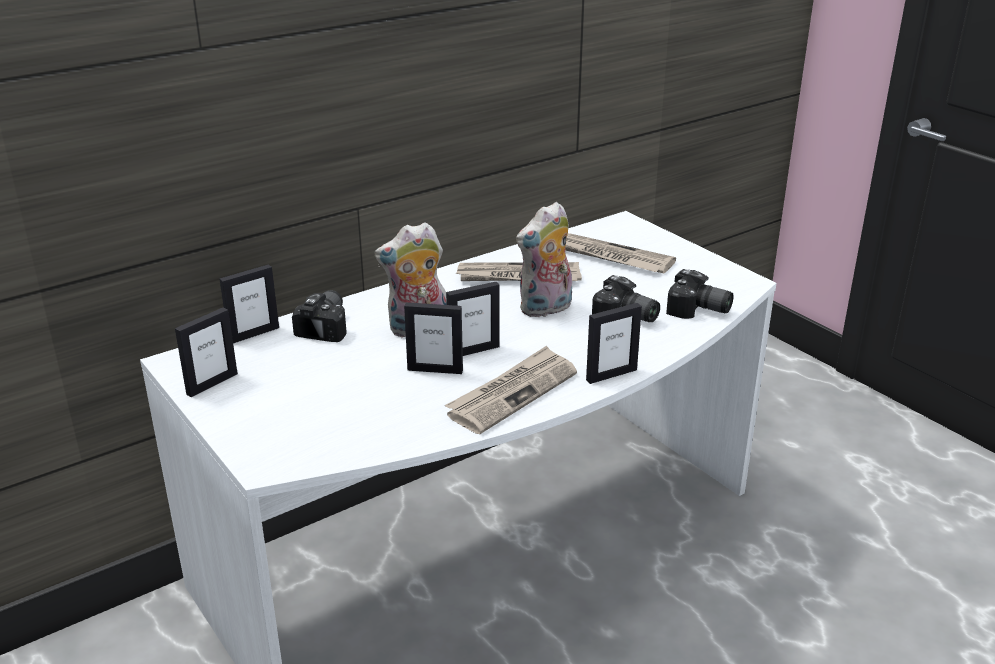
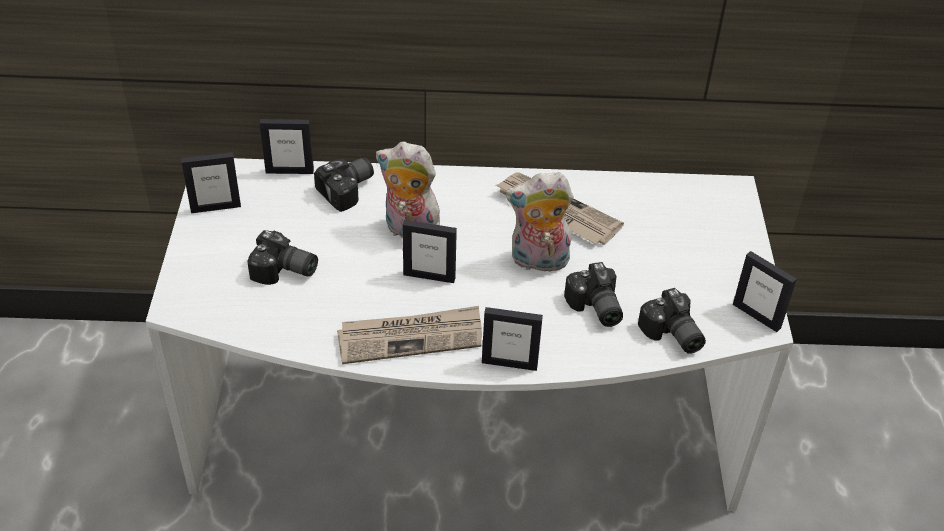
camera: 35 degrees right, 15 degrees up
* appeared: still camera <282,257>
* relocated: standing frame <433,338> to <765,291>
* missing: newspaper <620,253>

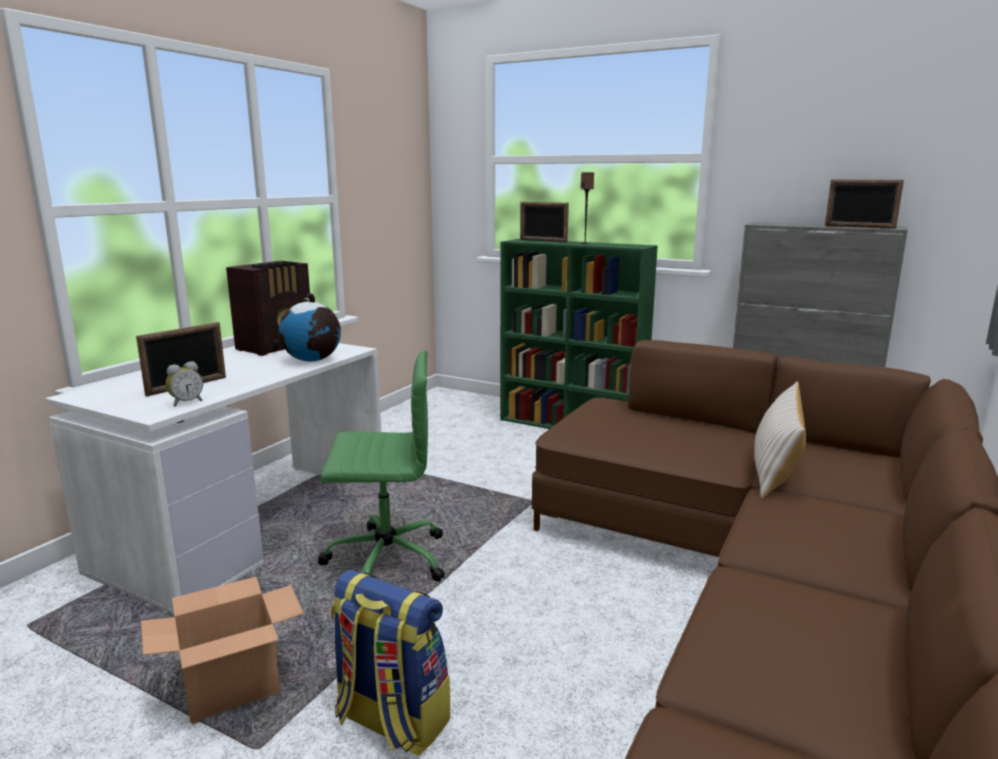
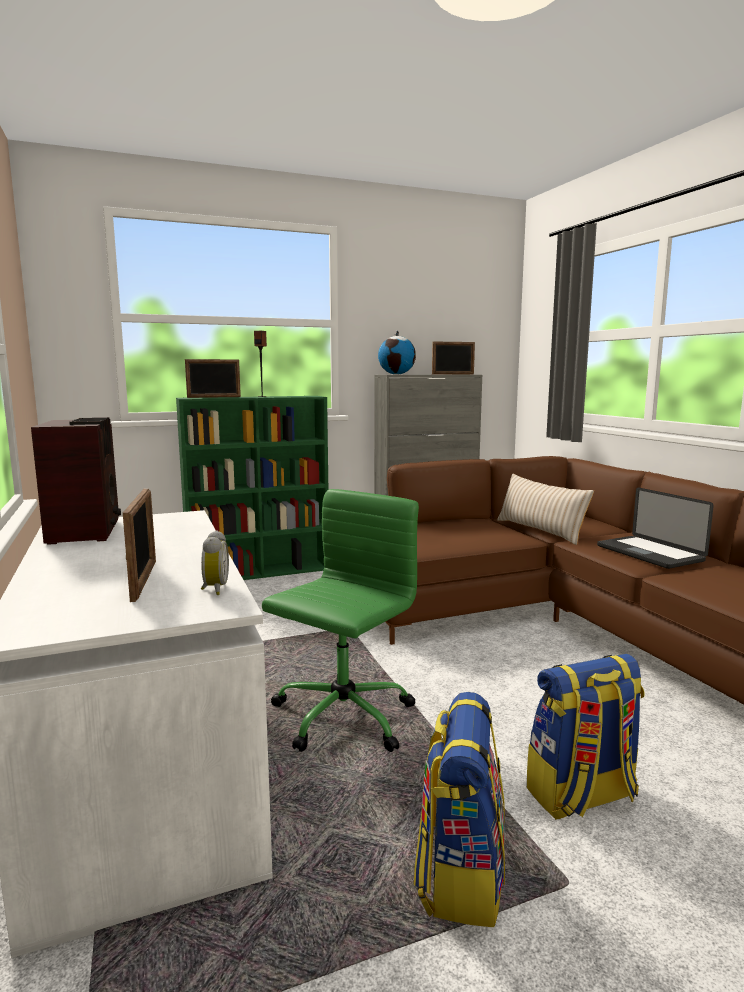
camera: 50 degrees left, 5 degrees down
* relocated: globe <310,327> to <397,353>
* exchanged: packing box <222,650> to knapsack <459,809>
* appeared: laptop <655,528>

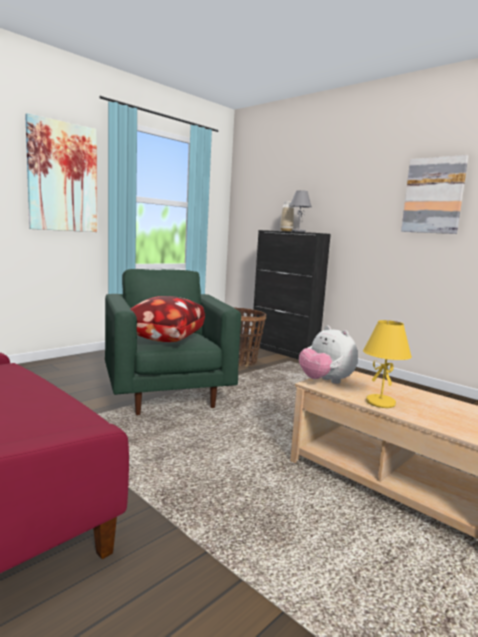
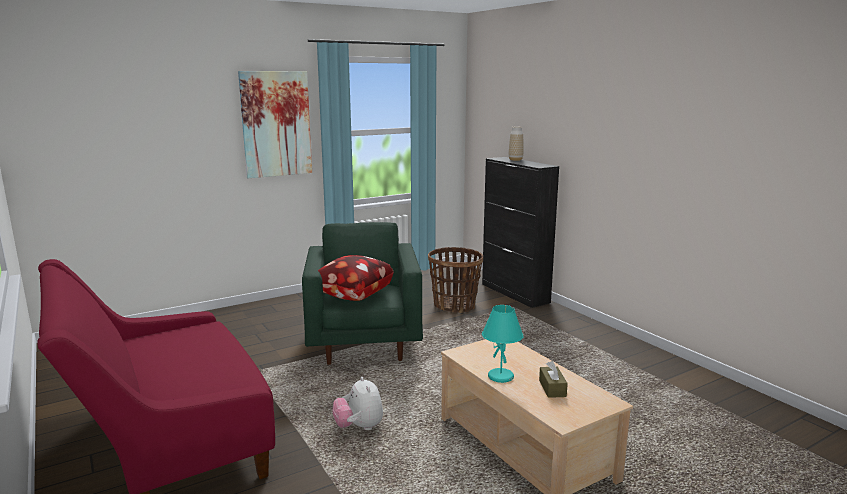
camera: 15 degrees right, 5 degrees up
* relocated: soft toy <328,355> to <357,403>
* colour: table lamp/yellow-coloured <387,364> to table lamp/turquoise <502,344>
* appeared: tissue box/brown <553,379>
* missing: table lamp/grey <301,211>
* missing: wall art <434,194>

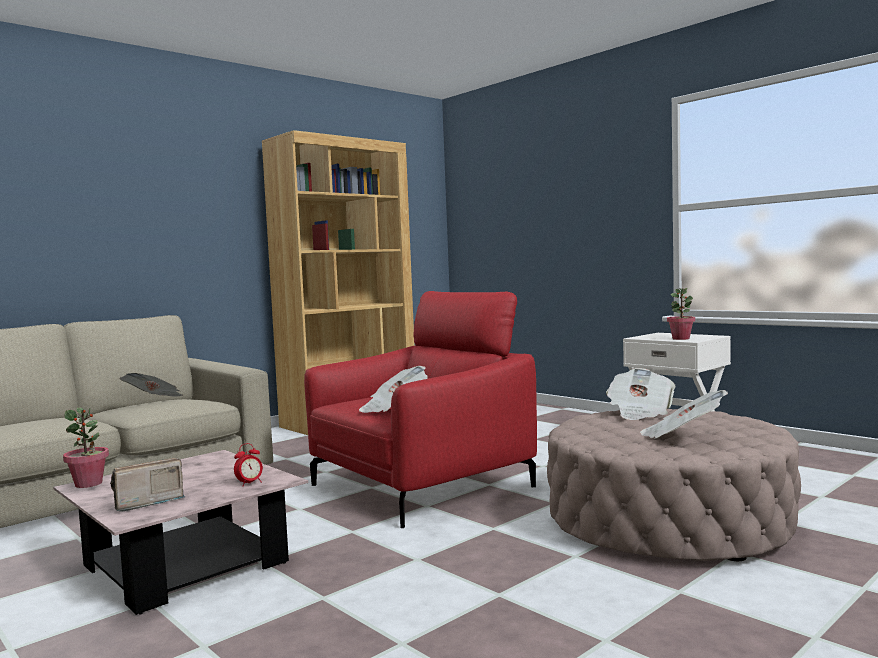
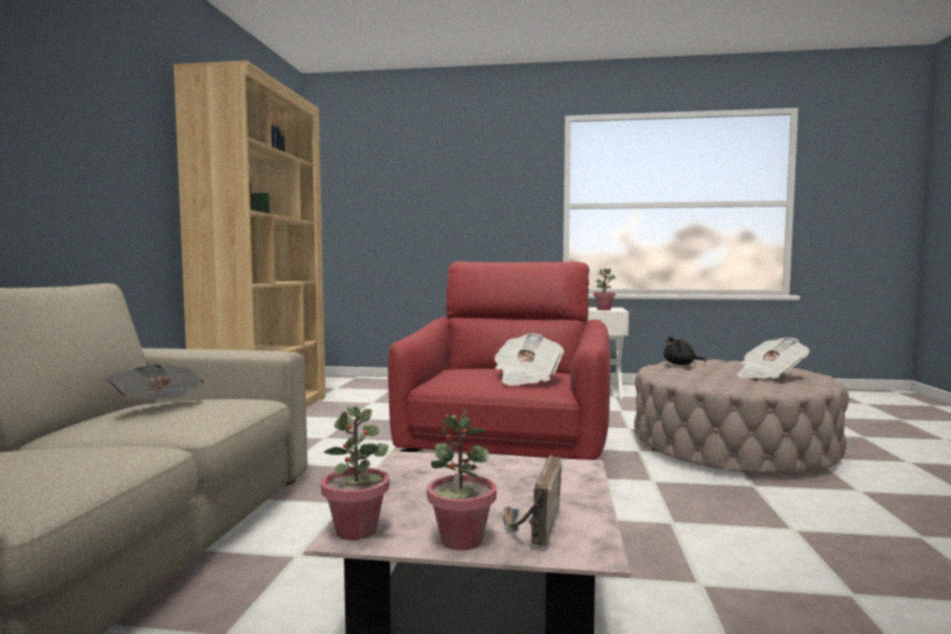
camera: 40 degrees left, 0 degrees up
* appeared: potted plant <461,479>
* exchanged: newspaper <641,394> to soft toy/blackish <685,351>
* missing: alarm clock <248,464>

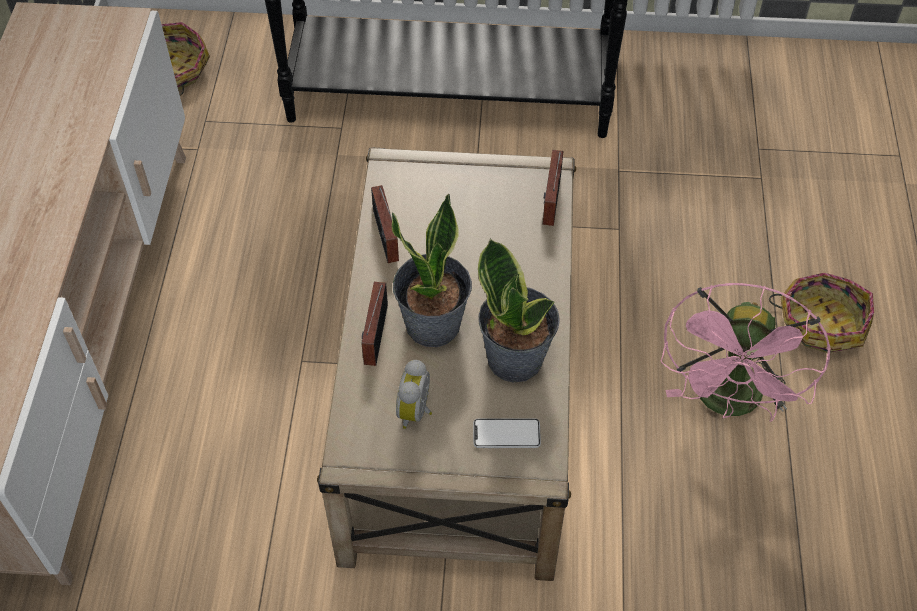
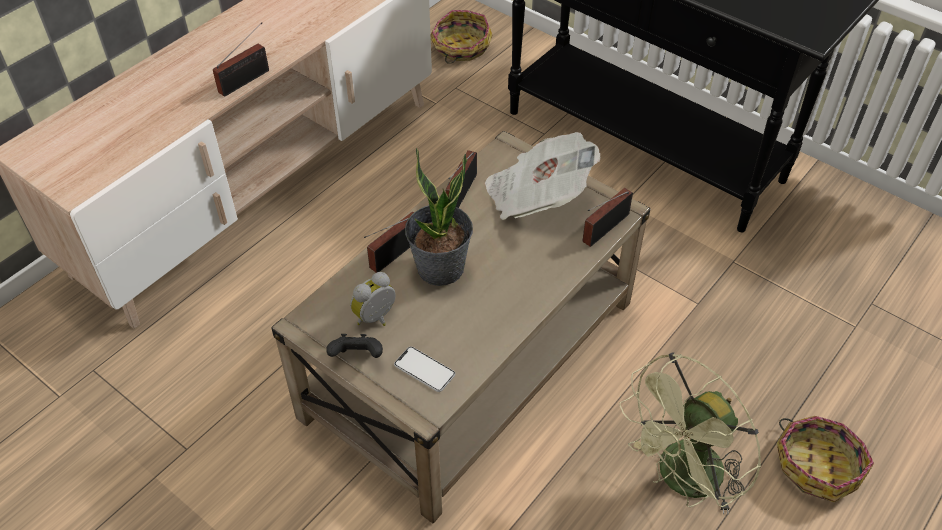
camera: 35 degrees right, 5 degrees down
* appeared: radio receiver <241,59>
* appeared: joypad/blackish <354,346>
* appeared: newspaper <542,176>
* colour: fan/pinkish <746,352> to fan/greenish <690,433>
* missing: potted plant <519,310>

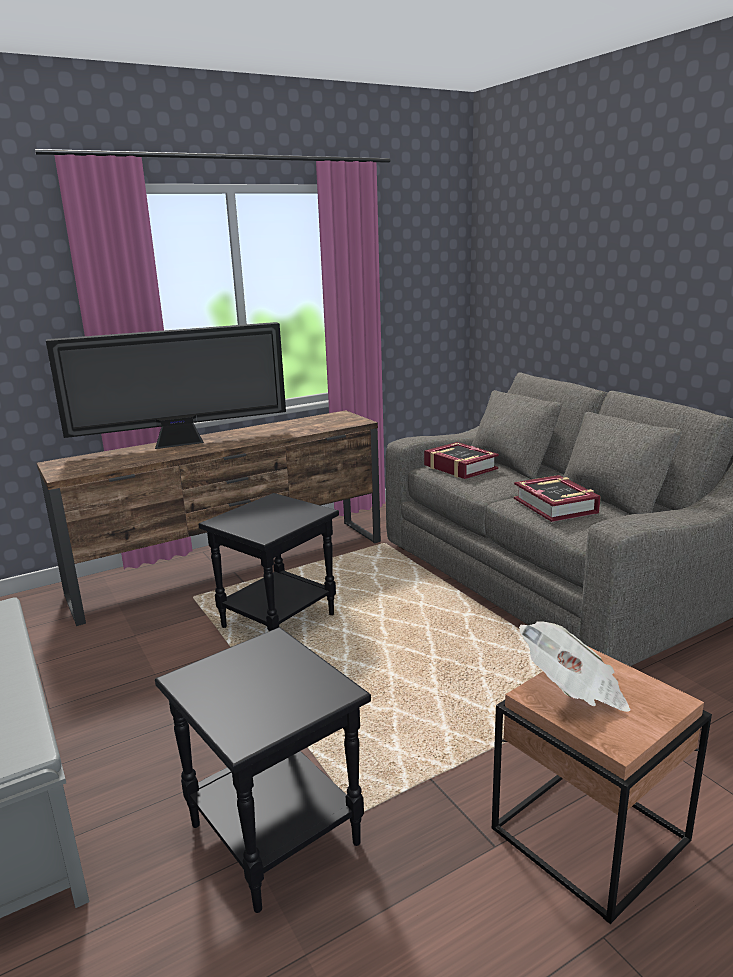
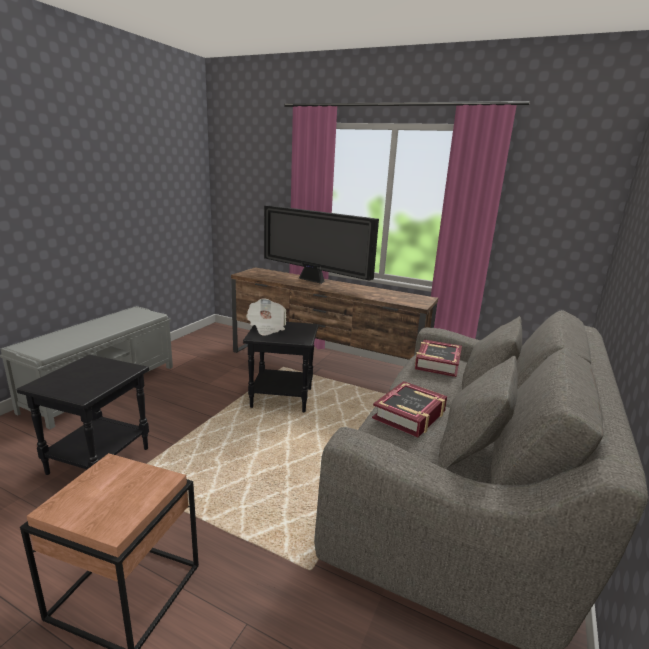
camera: 55 degrees right, 0 degrees up
* relocated: newspaper <575,666> to <266,317>

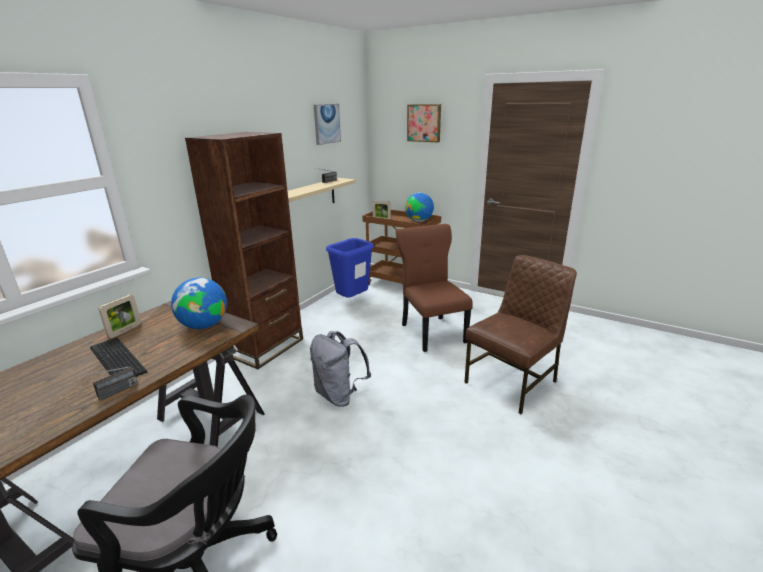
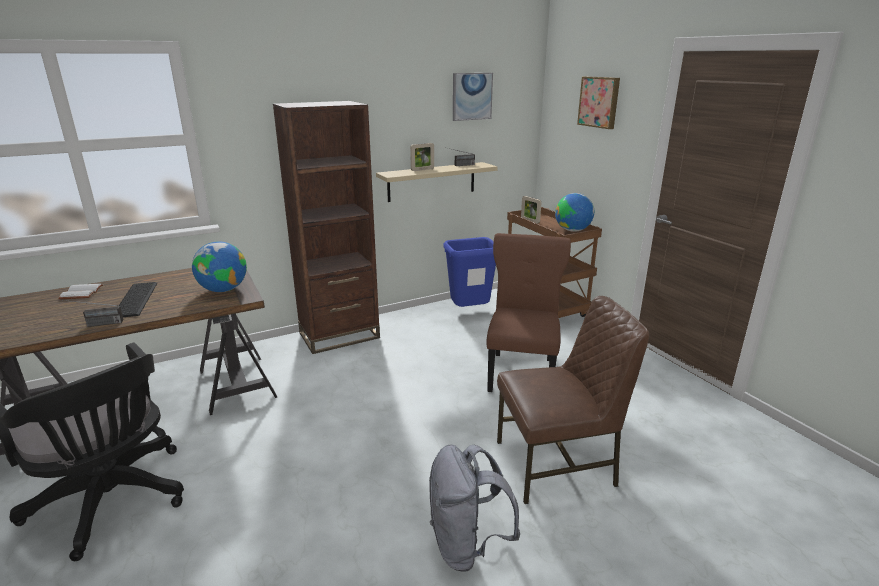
camera: 30 degrees right, 0 degrees up
* appeared: volume/white-coloured <80,291>
* relocated: standing frame <120,316> to <422,157>
* relocated: knapsack/grey <340,369> to <474,508>

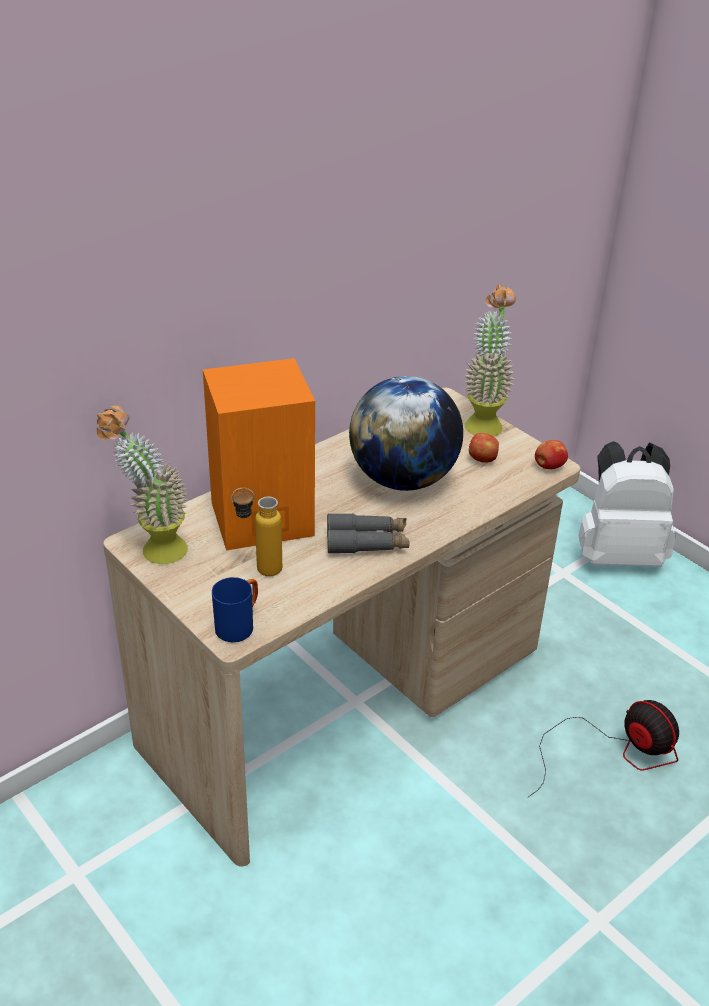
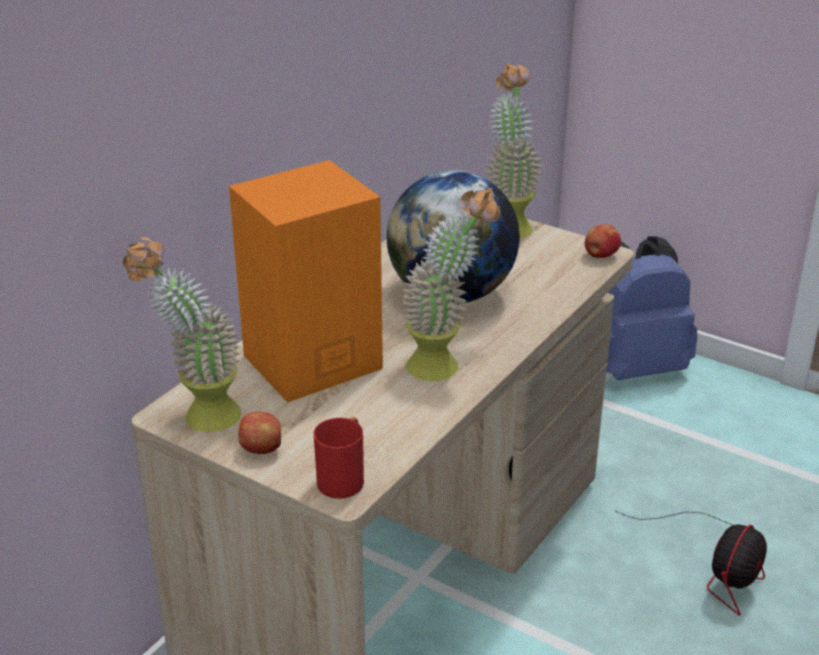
camera: 15 degrees left, 5 degrees down
* relocated: apple fruit <484,448> to <259,433>
* colour: coffee mug/blue <235,609> to coffee mug/red <338,458>
* exchanged: pair of binoculars/grey <368,533> to potted plant <450,284>
* colour: knapsack/white-coloured <627,504> to knapsack/blue <651,308>
* spun: fan <603,749> = <691,563> 90 degrees clockwise
* missing: bottle <256,532>

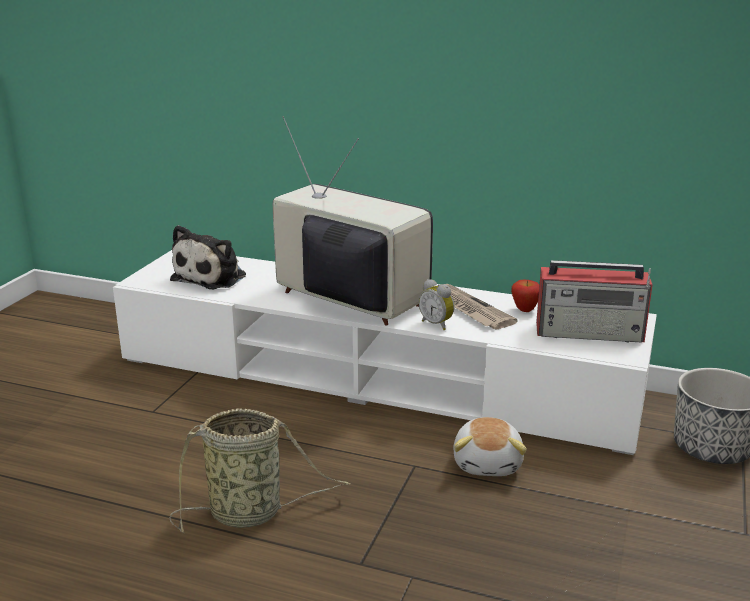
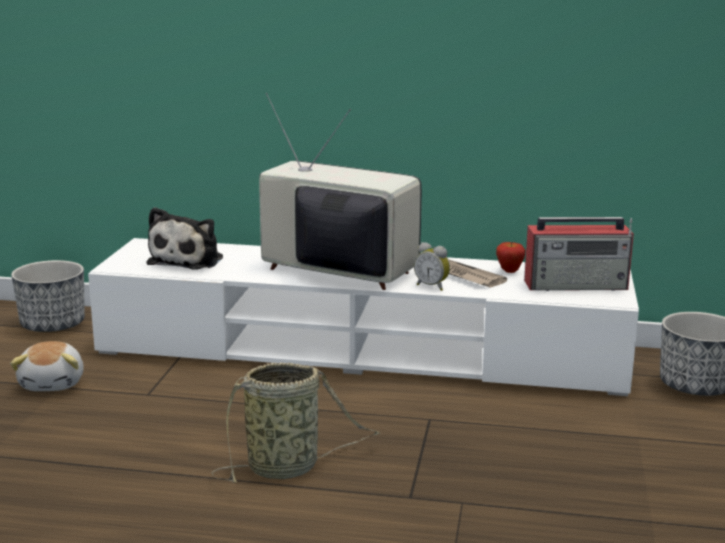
camera: 10 degrees left, 5 degrees down
* relocated: soft toy <490,446> to <47,366>
* appeared: flower pot <48,296>

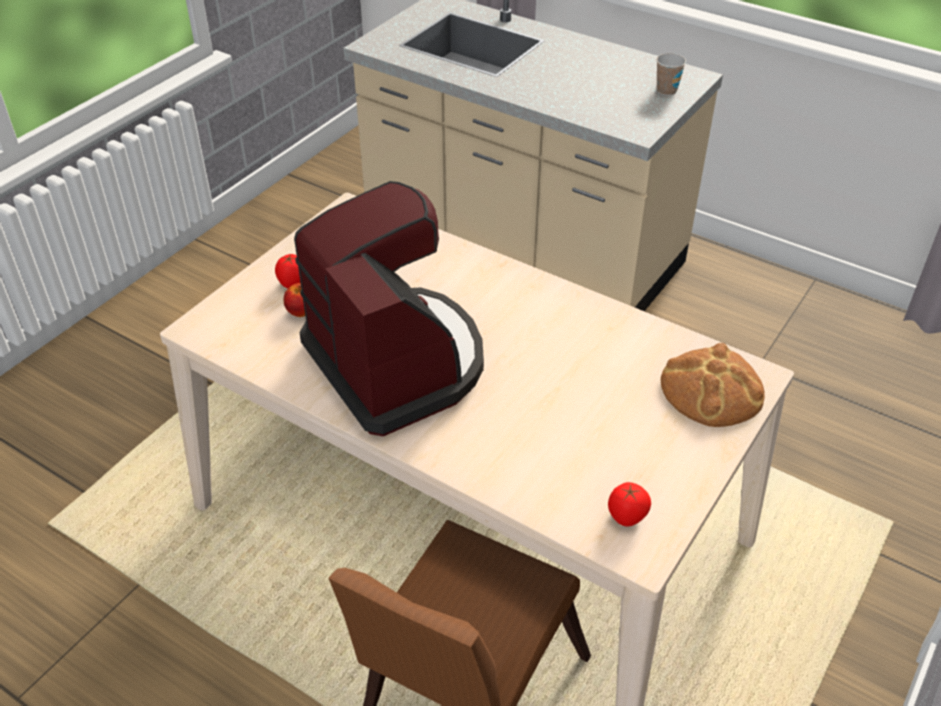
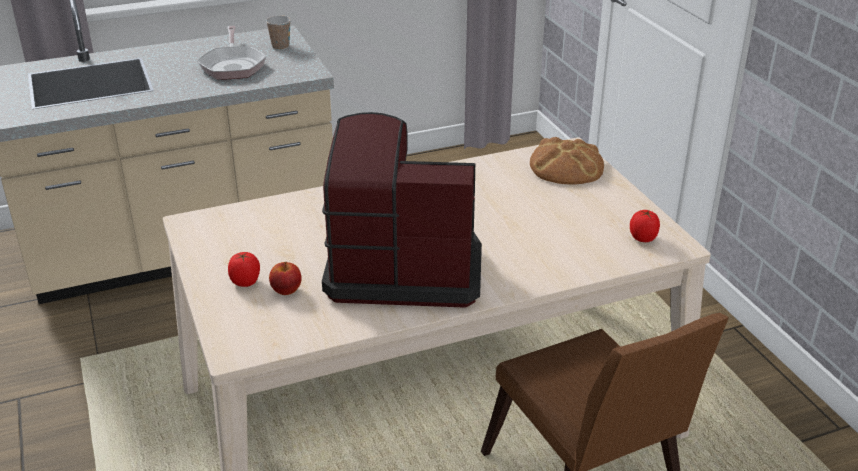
camera: 55 degrees left, 10 degrees down
* appeared: pan <231,53>

